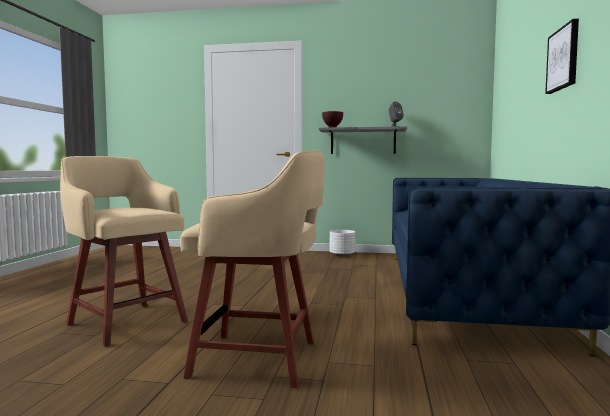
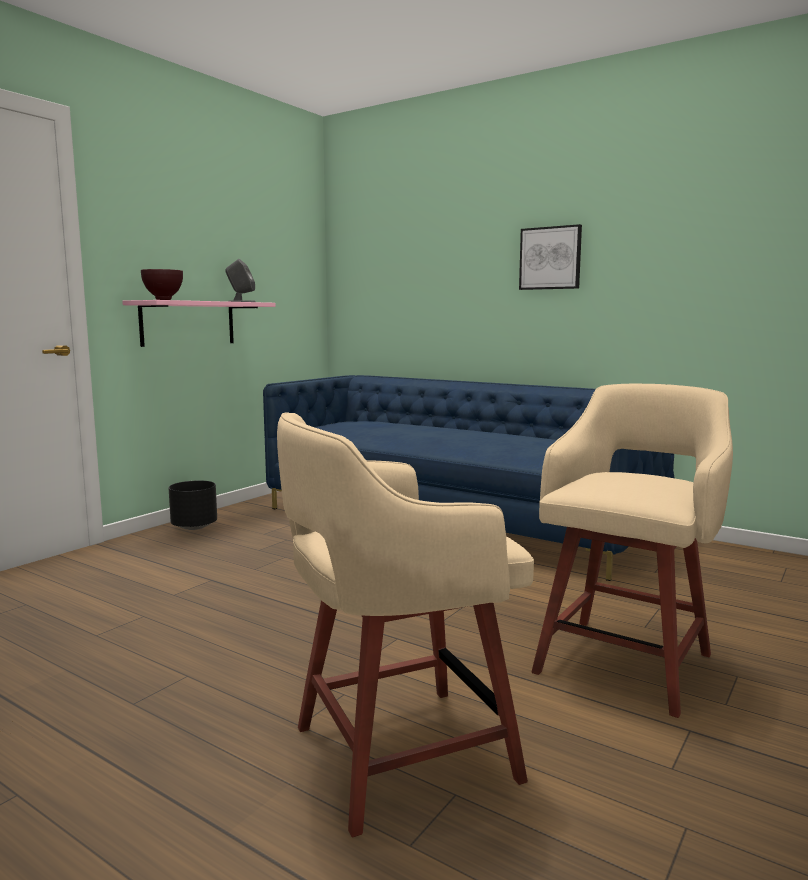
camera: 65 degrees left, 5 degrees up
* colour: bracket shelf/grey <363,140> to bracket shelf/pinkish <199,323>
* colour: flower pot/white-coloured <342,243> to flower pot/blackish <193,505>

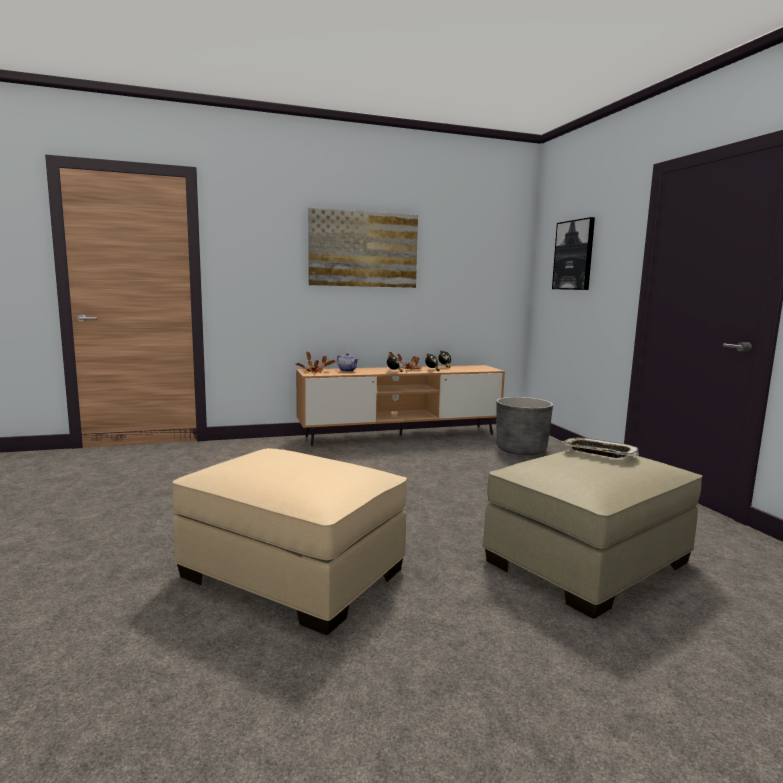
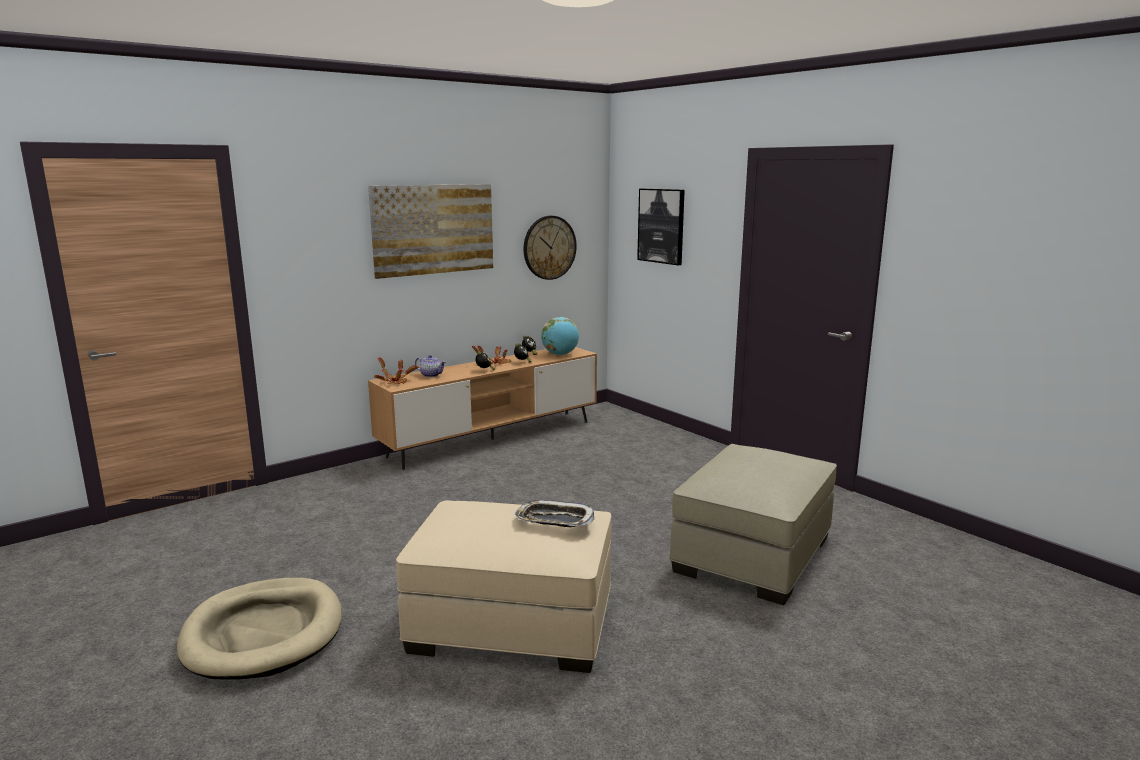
camera: 20 degrees left, 5 degrees up
* appeared: pet bed/beige-coloured <259,629>
* relocated: serving tray <601,447> to <554,513>
* appeared: hanging clock <550,248>
* appeared: globe <560,336>
* missing: flower pot/grey <524,426>

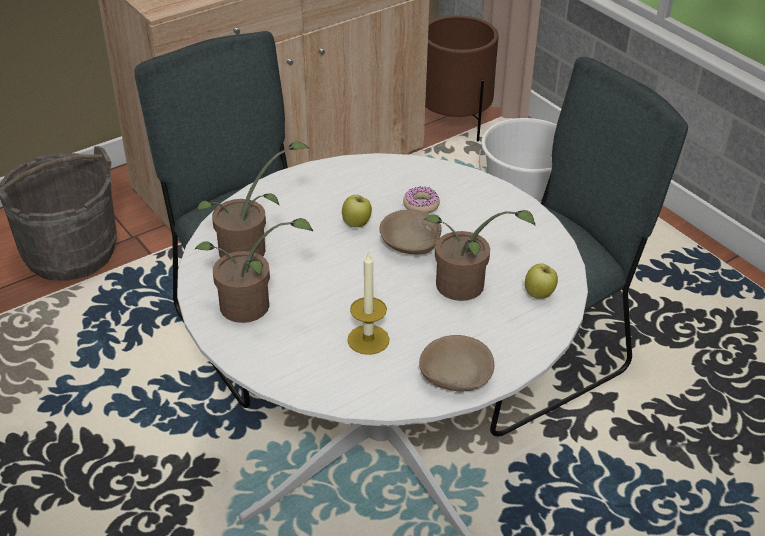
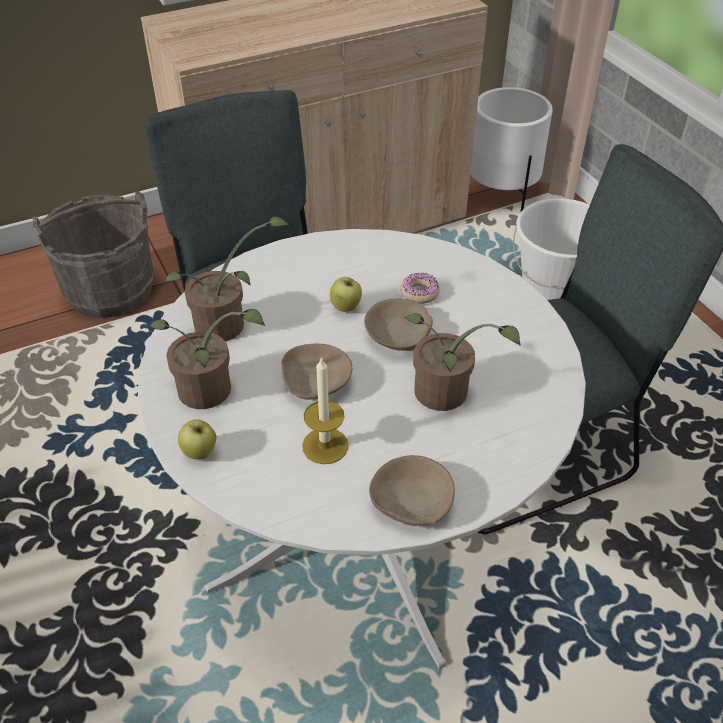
camera: 10 degrees right, 5 degrees up
* relocated: apple fruit <541,281> to <197,439>
* appeared: bowl/beige-coloured <317,372>
* colour: flower pot/brown <462,78> to flower pot/white-coloured <511,149>

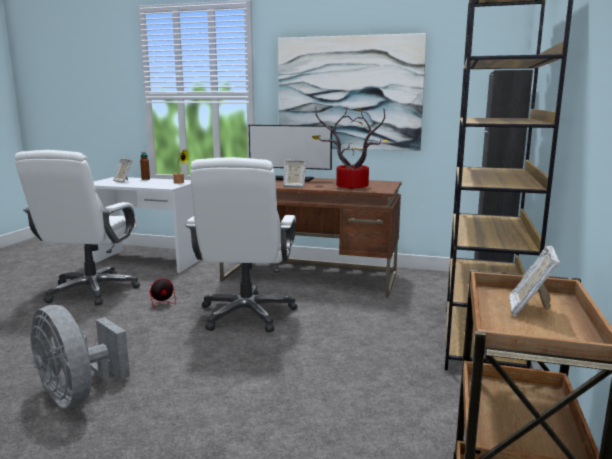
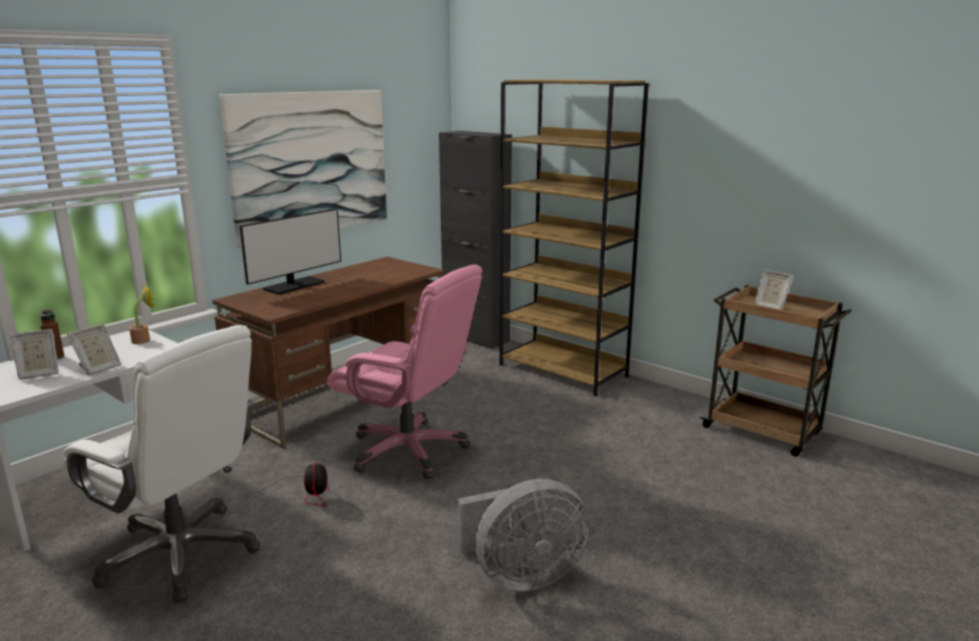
camera: 65 degrees left, 5 degrees up
* relocated: standing frame <295,173> to <94,350>
* colour: desk chair/white-coloured <241,244> to desk chair/pinkish <404,372>
* missing: potted plant <350,148>

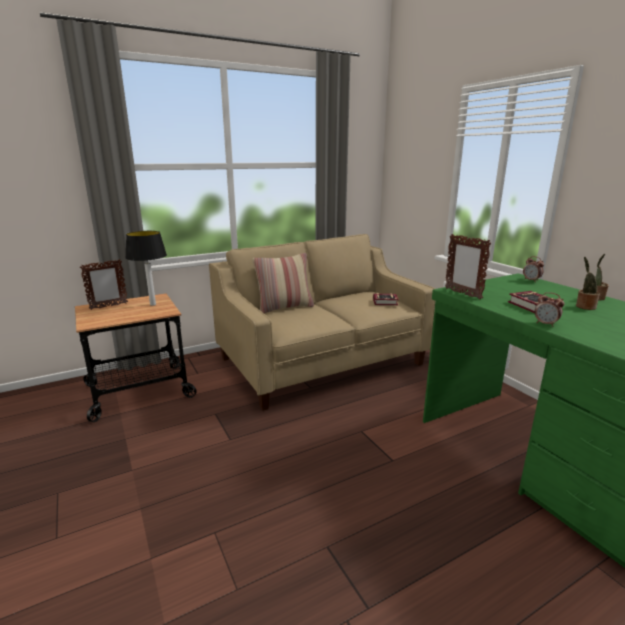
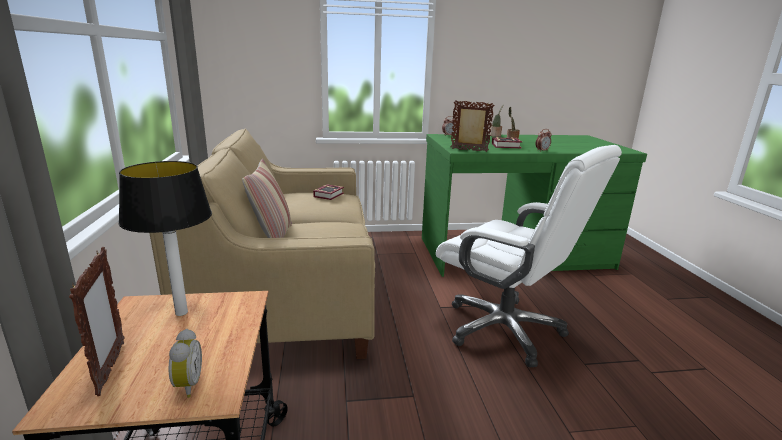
camera: 70 degrees left, 0 degrees up
* appeared: alarm clock <185,363>
* appeared: desk chair/white-coloured <529,256>
* spun: standing frame <468,267> = <473,126> 150 degrees counterclockwise

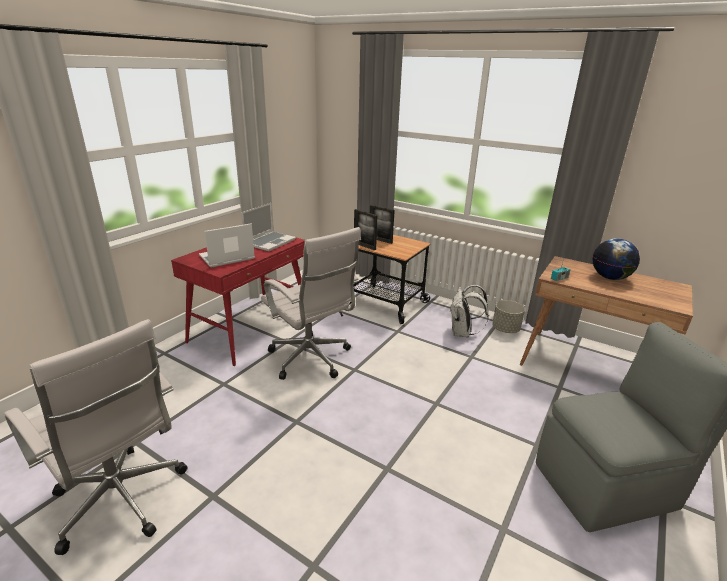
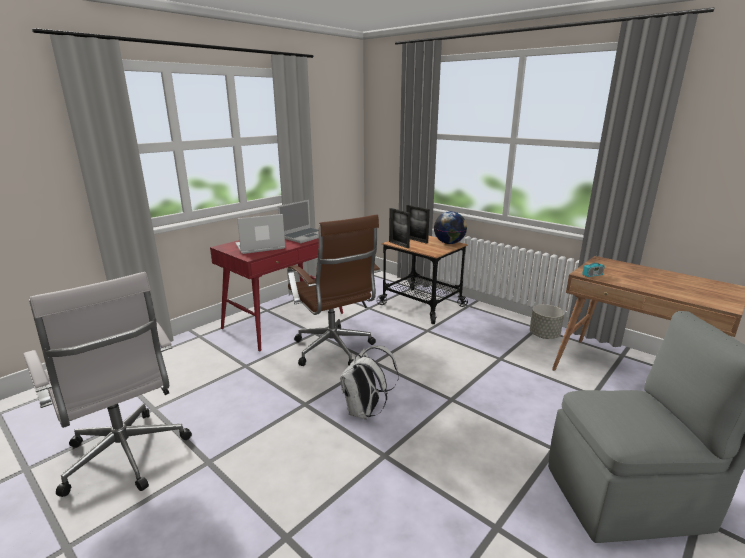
camera: 10 degrees right, 5 degrees down
* colour: desk chair/white-coloured <311,303> to desk chair/brown <334,290>
* relocated: knapsack/white-coloured <469,311> to <369,382>
* relocated: globe <616,259> to <450,227>

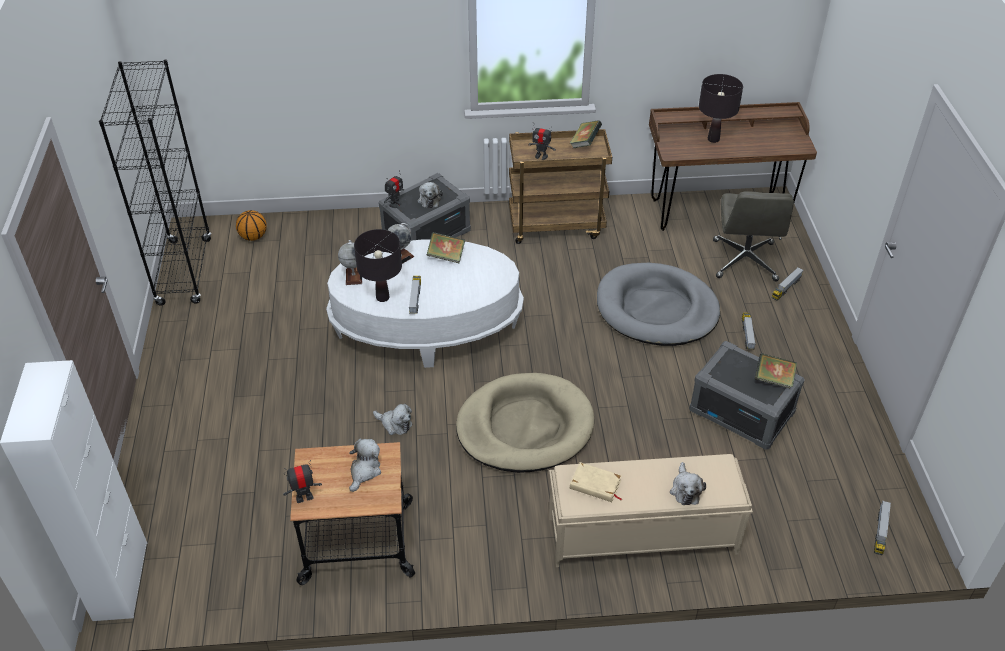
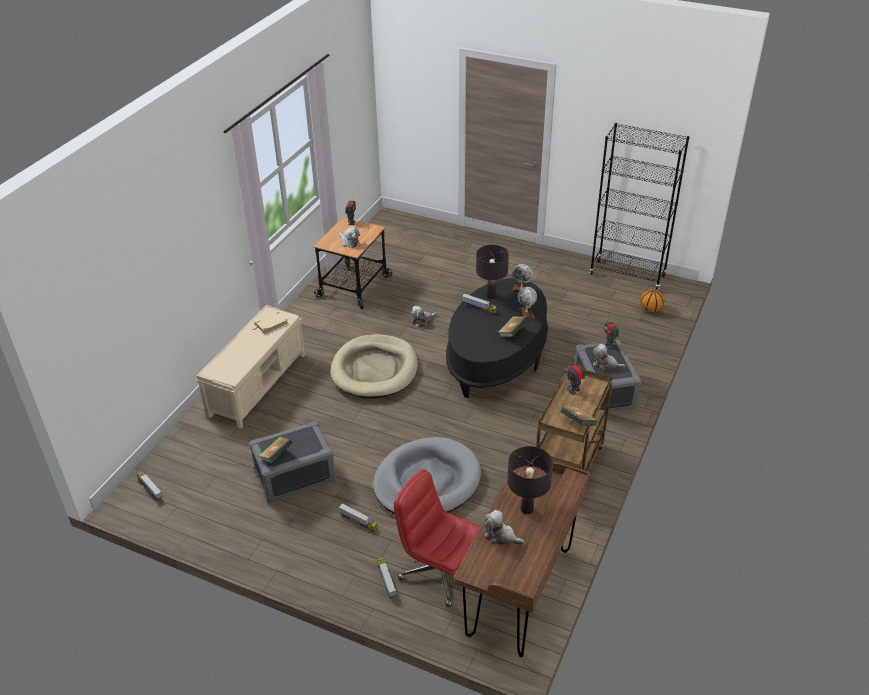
camera: 120 degrees right, 5 degrees down
* colour: desk chair/grey <753,236> to desk chair/red <437,538>
* colour: low table/white-coloured <425,303> to low table/blackish <497,338>
* relocated: soft toy <688,483> to <504,527>
* missing: storage cabinet/white-coloured <73,490>

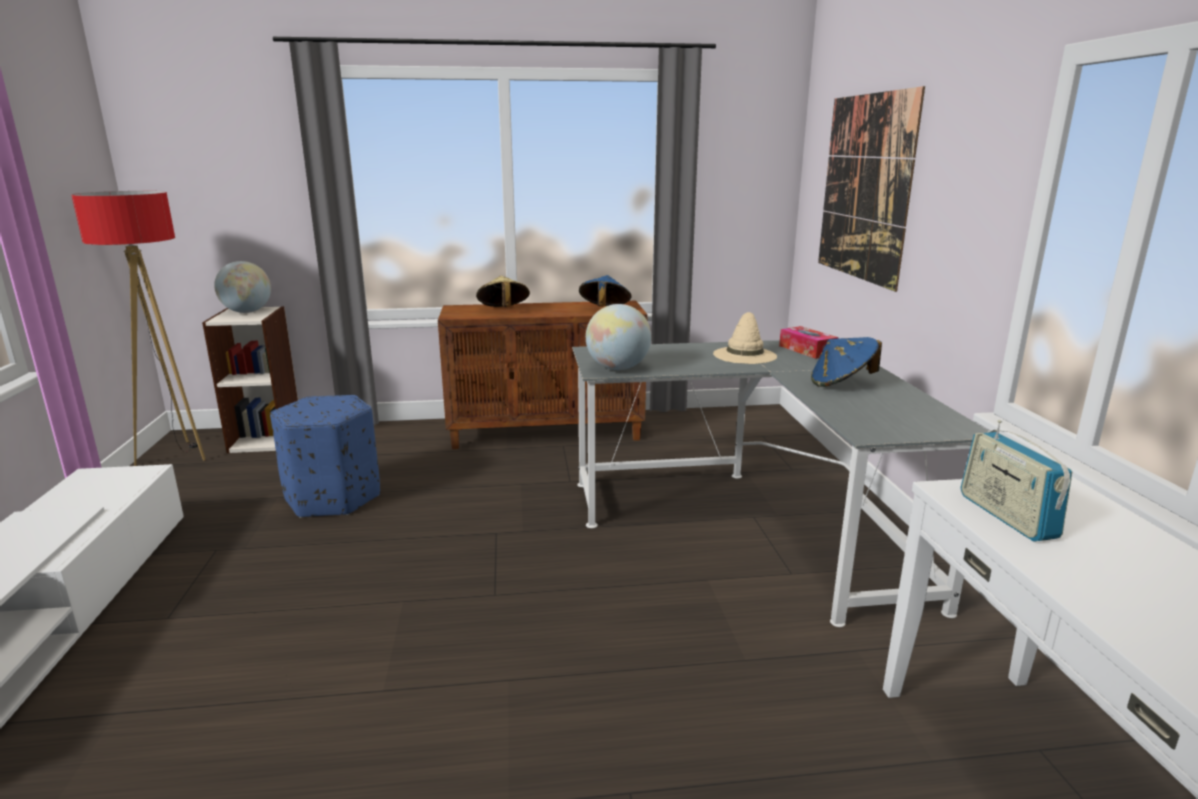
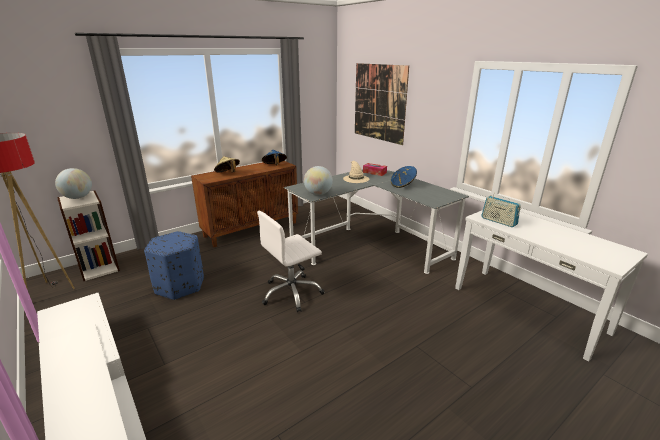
camera: 30 degrees left, 5 degrees up
* appeared: desk chair/white-coloured <290,261>

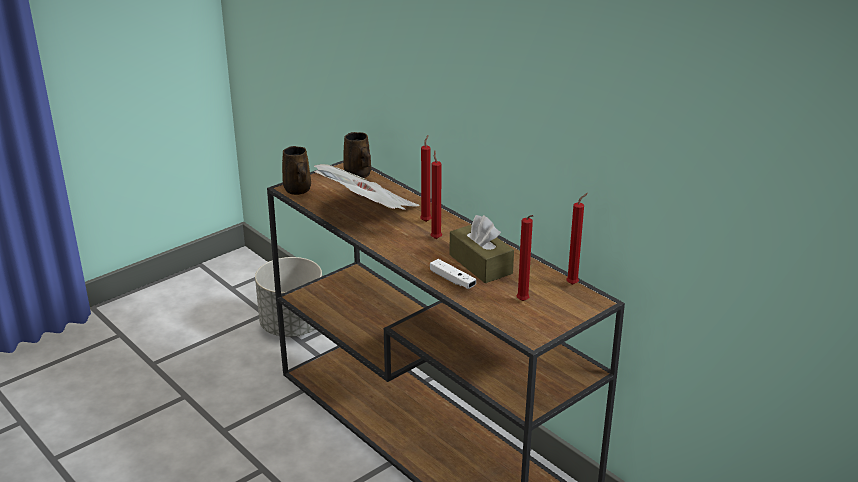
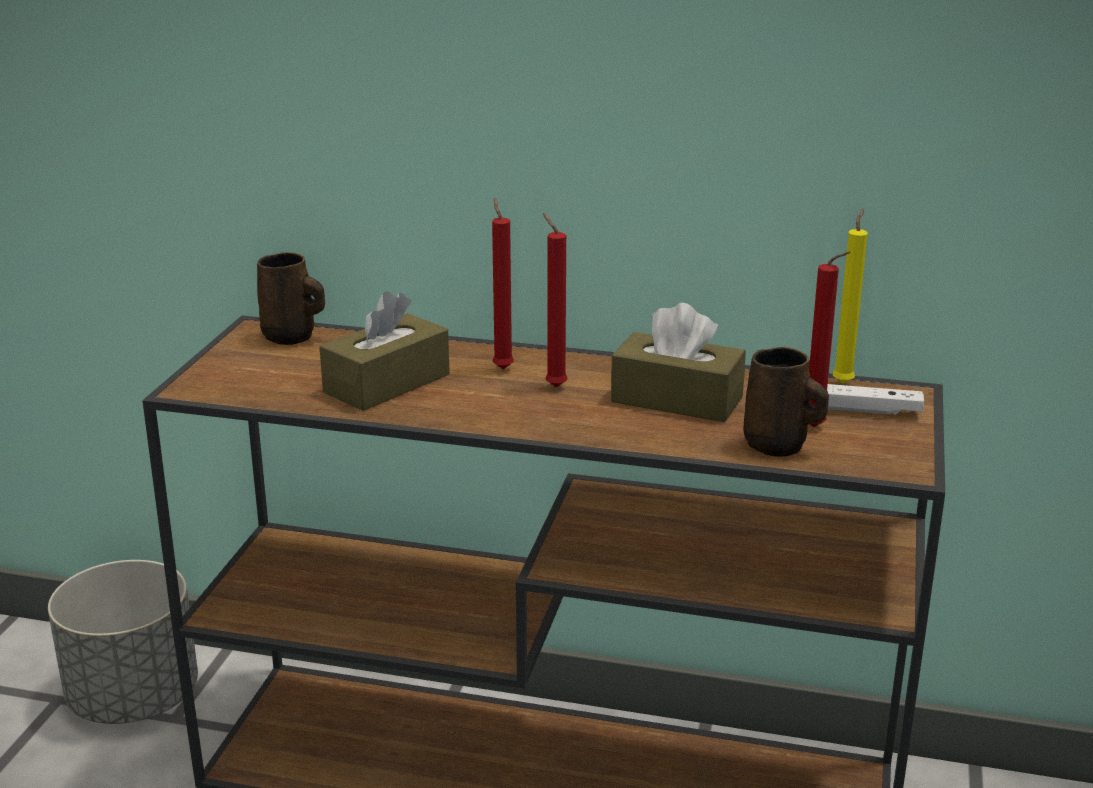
camera: 35 degrees left, 5 degrees down
* exchanged: newspaper <367,187> to tissue box/brown <385,351>
* relocated: coffee mug/brown <296,170> to <786,402>
* relocated: joypad/white-coloured <453,274> to <875,399>
* colour: candle/red <577,239> to candle/yellow-coloured <850,296>

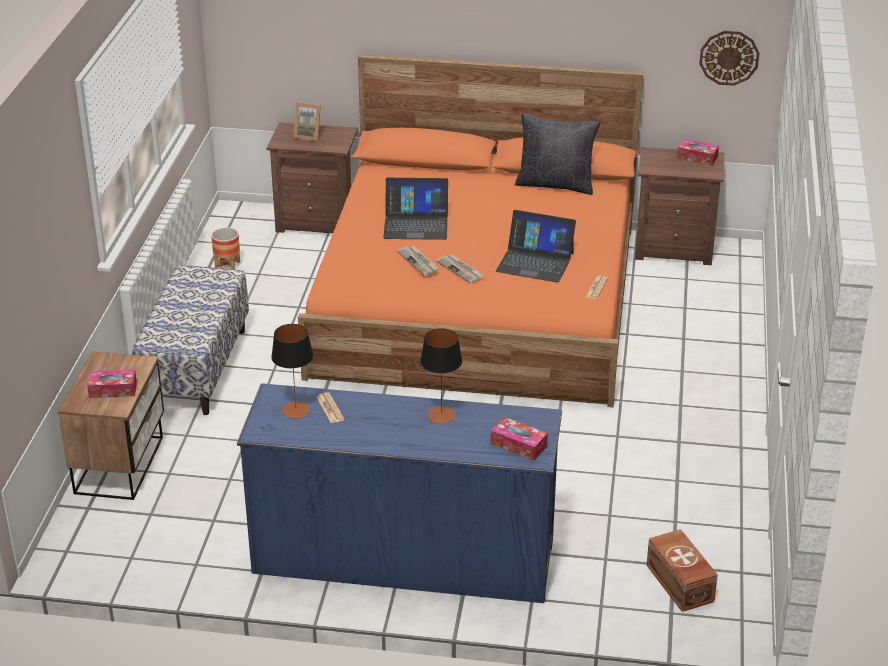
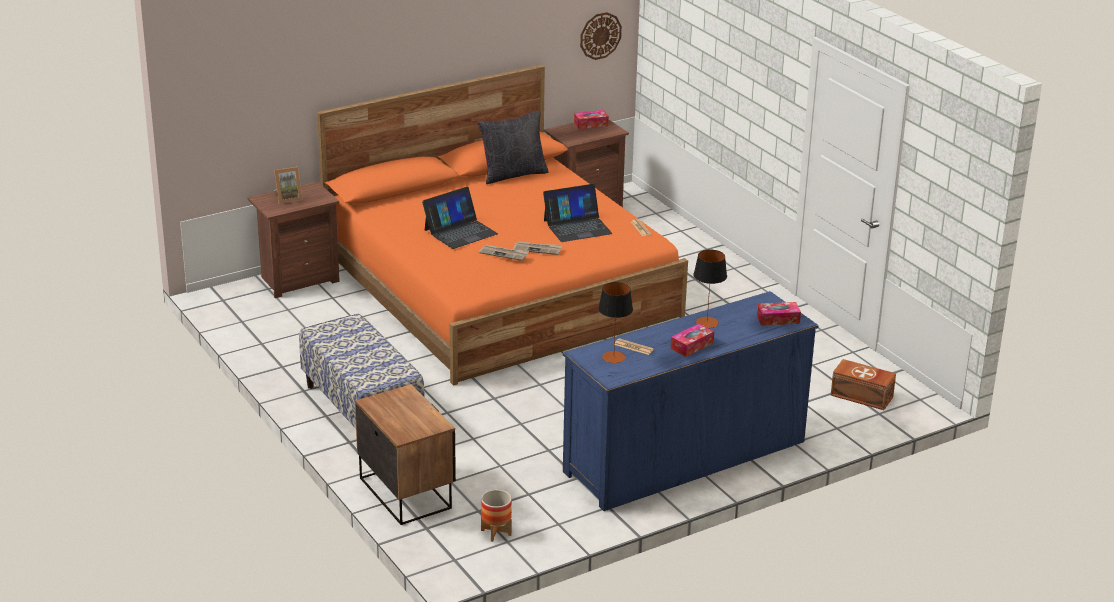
camera: 40 degrees left, 5 degrees down
* relocated: flower pot <225,248> to <496,516>
* relocated: tissue box <112,384> to <692,340>

